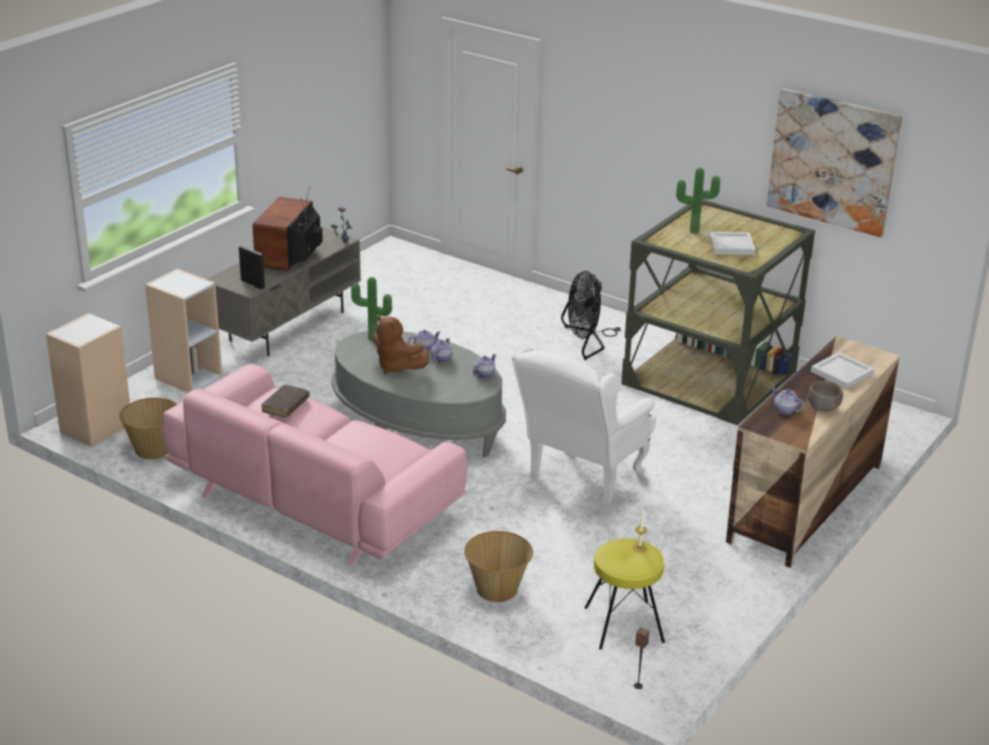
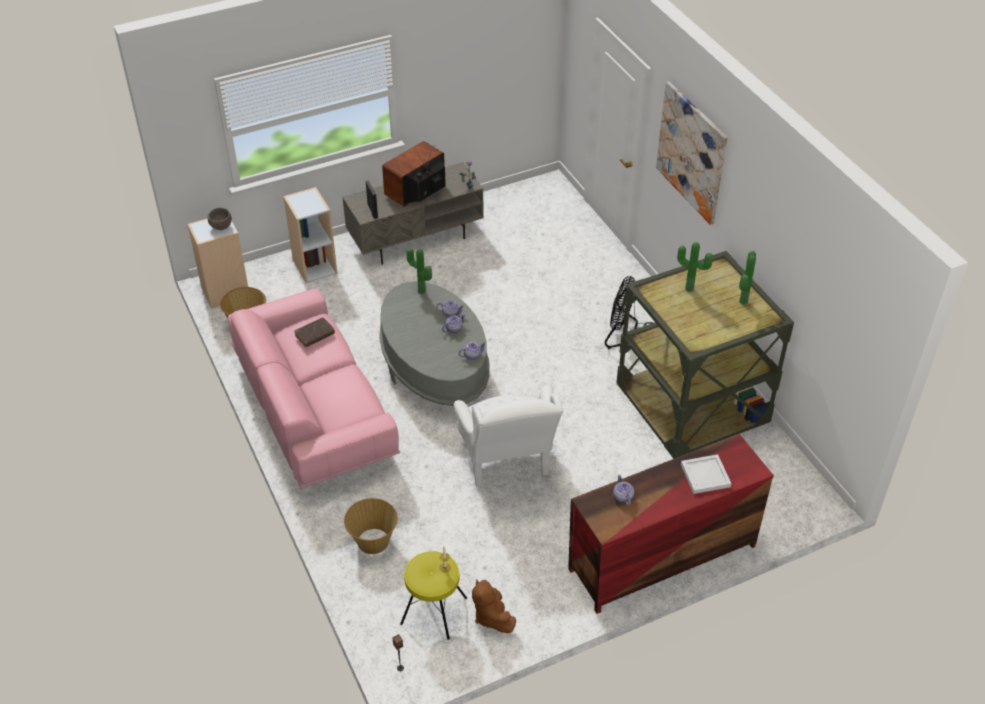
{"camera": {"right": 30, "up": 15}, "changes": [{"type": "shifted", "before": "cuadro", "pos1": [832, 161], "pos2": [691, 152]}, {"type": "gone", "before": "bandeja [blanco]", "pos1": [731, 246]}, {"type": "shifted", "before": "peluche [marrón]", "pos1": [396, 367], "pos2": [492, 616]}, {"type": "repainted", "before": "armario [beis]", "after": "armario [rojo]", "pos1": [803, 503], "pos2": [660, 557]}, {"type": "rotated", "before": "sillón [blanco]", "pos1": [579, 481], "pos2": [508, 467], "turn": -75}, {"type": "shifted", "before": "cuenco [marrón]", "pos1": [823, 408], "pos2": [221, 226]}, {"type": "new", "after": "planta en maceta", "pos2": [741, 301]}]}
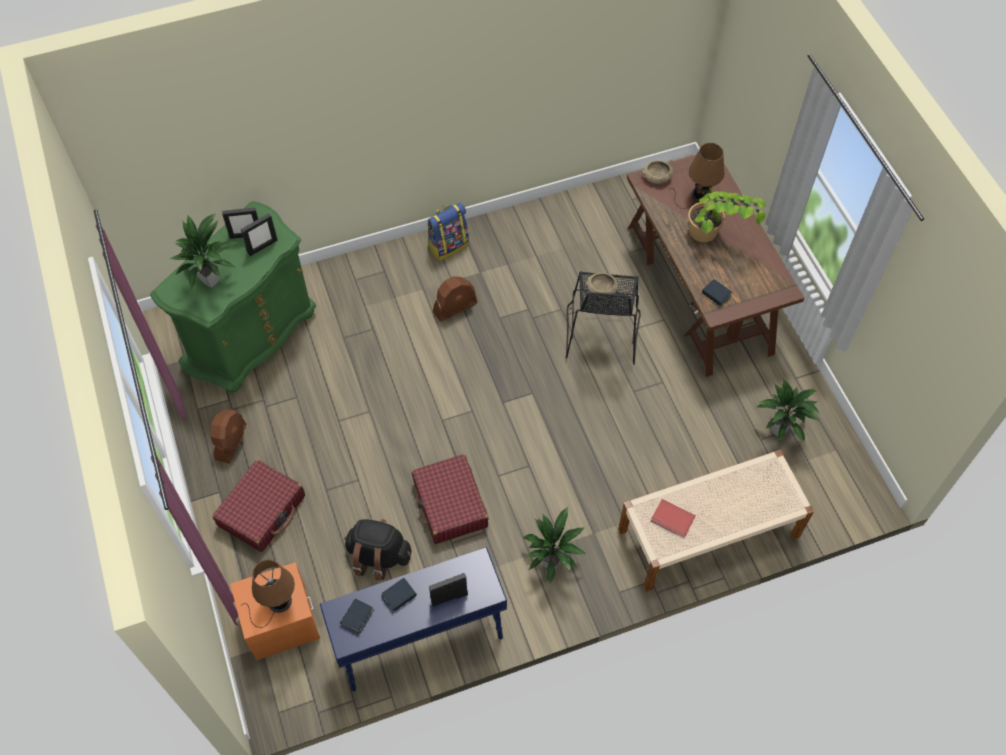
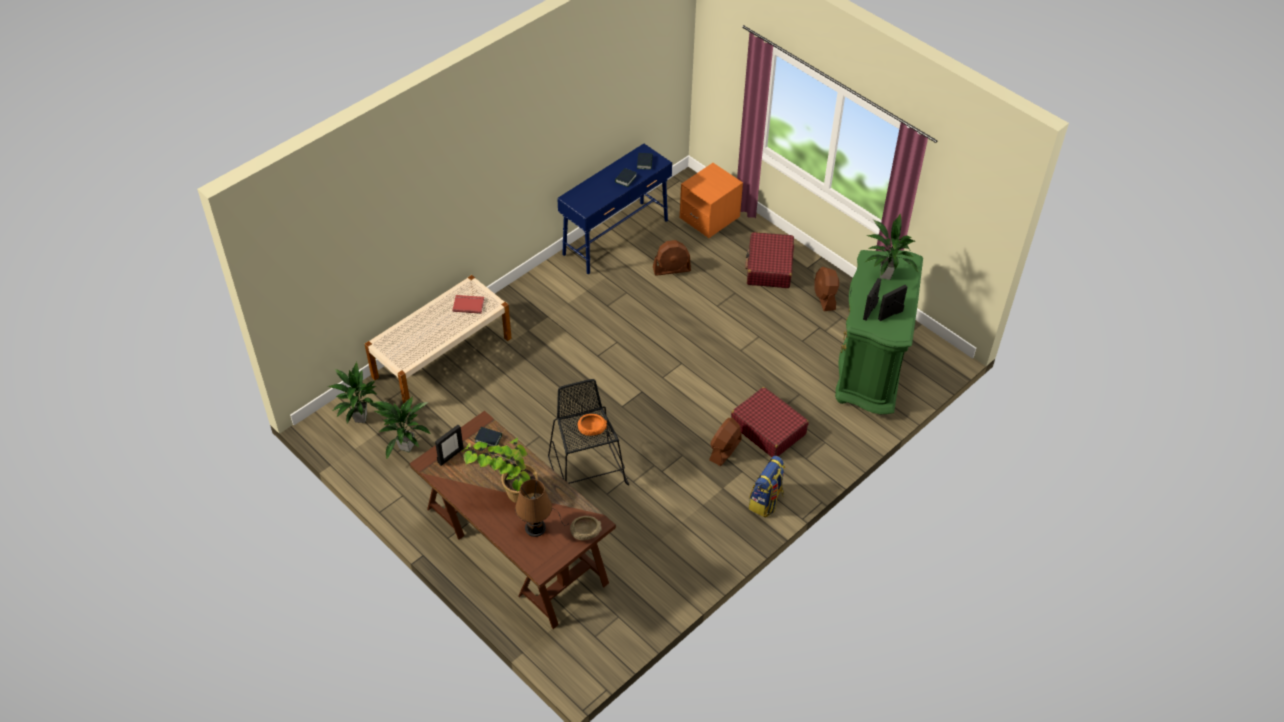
{"camera": {"right": 155, "up": -10}, "changes": [{"type": "repainted", "before": "cuenco [beis]", "after": "cuenco [naranja]", "pos1": [601, 289], "pos2": [591, 429]}, {"type": "shifted", "before": "maleta [rojo]", "pos1": [450, 505], "pos2": [768, 429]}, {"type": "shifted", "before": "planta en maceta", "pos1": [553, 564], "pos2": [360, 419]}, {"type": "swapped", "before": "mochila [negro]", "after": "ventilador [marrón]", "pos1": [378, 556], "pos2": [671, 269]}, {"type": "gone", "before": "lámpara de mesa [marrón]", "pos1": [277, 603]}, {"type": "shifted", "before": "portarretratos", "pos1": [449, 598], "pos2": [450, 455]}]}
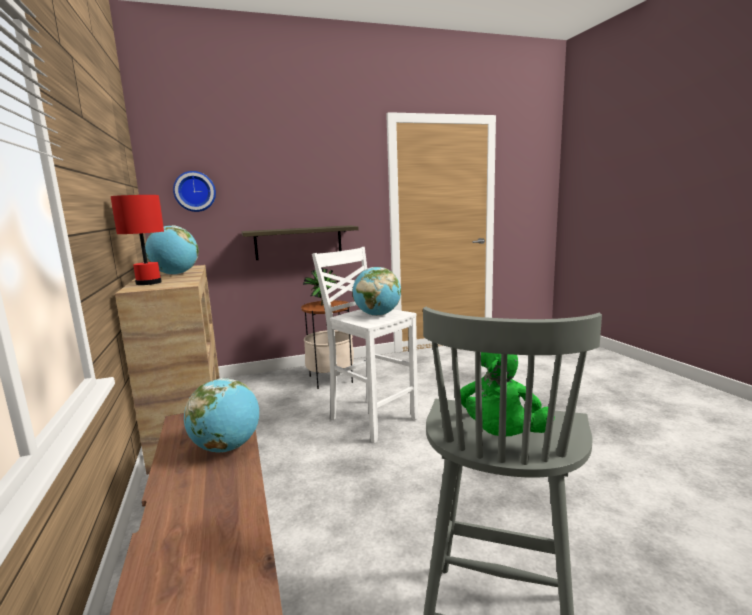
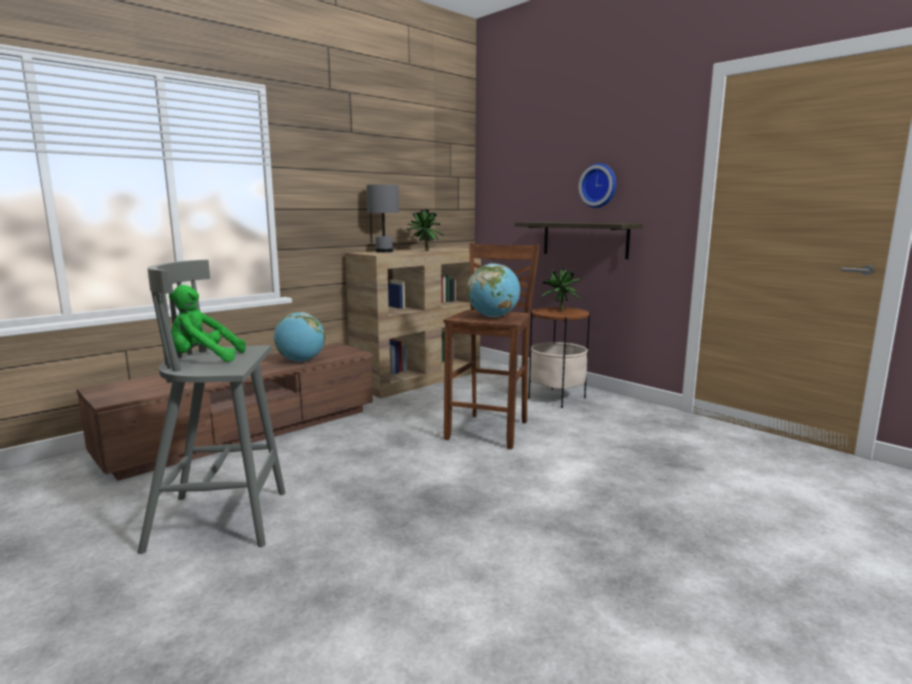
{"camera": {"right": 65, "up": 0}, "changes": [{"type": "shifted", "before": "reloj de pared", "pos1": [195, 191], "pos2": [599, 185]}, {"type": "repainted", "before": "lámpara de mesa [rojo]", "after": "lámpara de mesa [gris]", "pos1": [148, 283], "pos2": [383, 251]}, {"type": "swapped", "before": "globo terráqueo", "after": "planta en maceta", "pos1": [175, 274], "pos2": [424, 250]}, {"type": "repainted", "before": "taburete [blanco]", "after": "taburete [marrón]", "pos1": [371, 418], "pos2": [490, 430]}]}
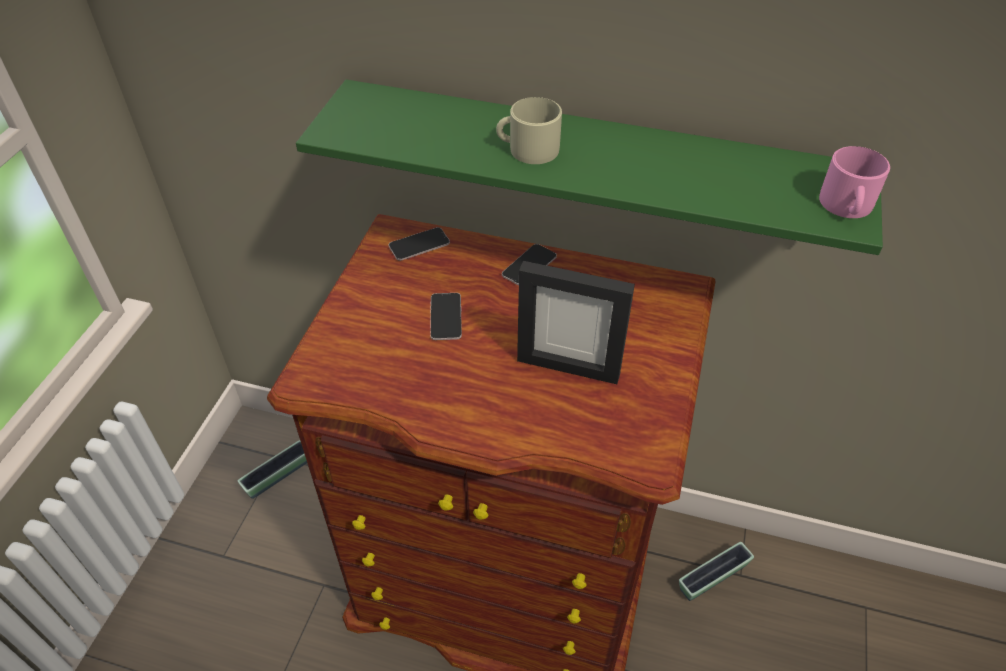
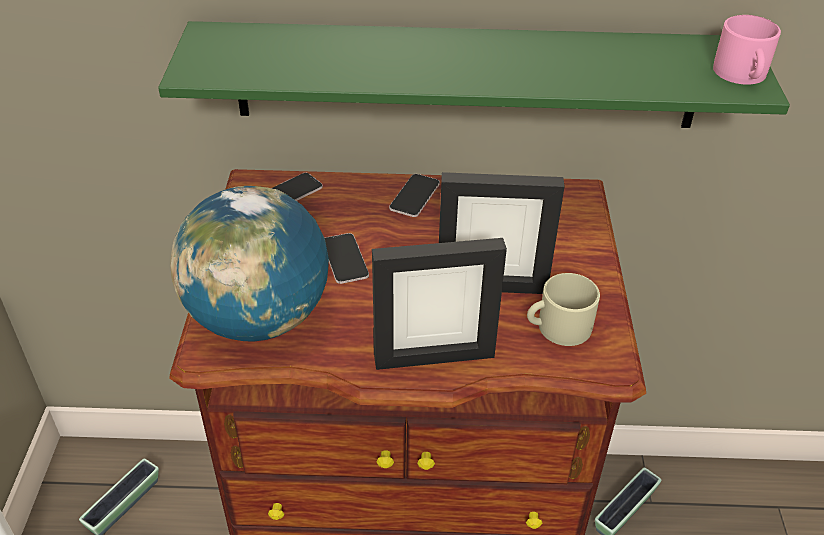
{"camera": {"right": -15, "up": -5}, "changes": [{"type": "shifted", "before": "taza grande [beis]", "pos1": [527, 149], "pos2": [558, 327]}, {"type": "new", "after": "globo terráqueo", "pos2": [259, 318]}, {"type": "new", "after": "portarretratos", "pos2": [434, 355]}]}
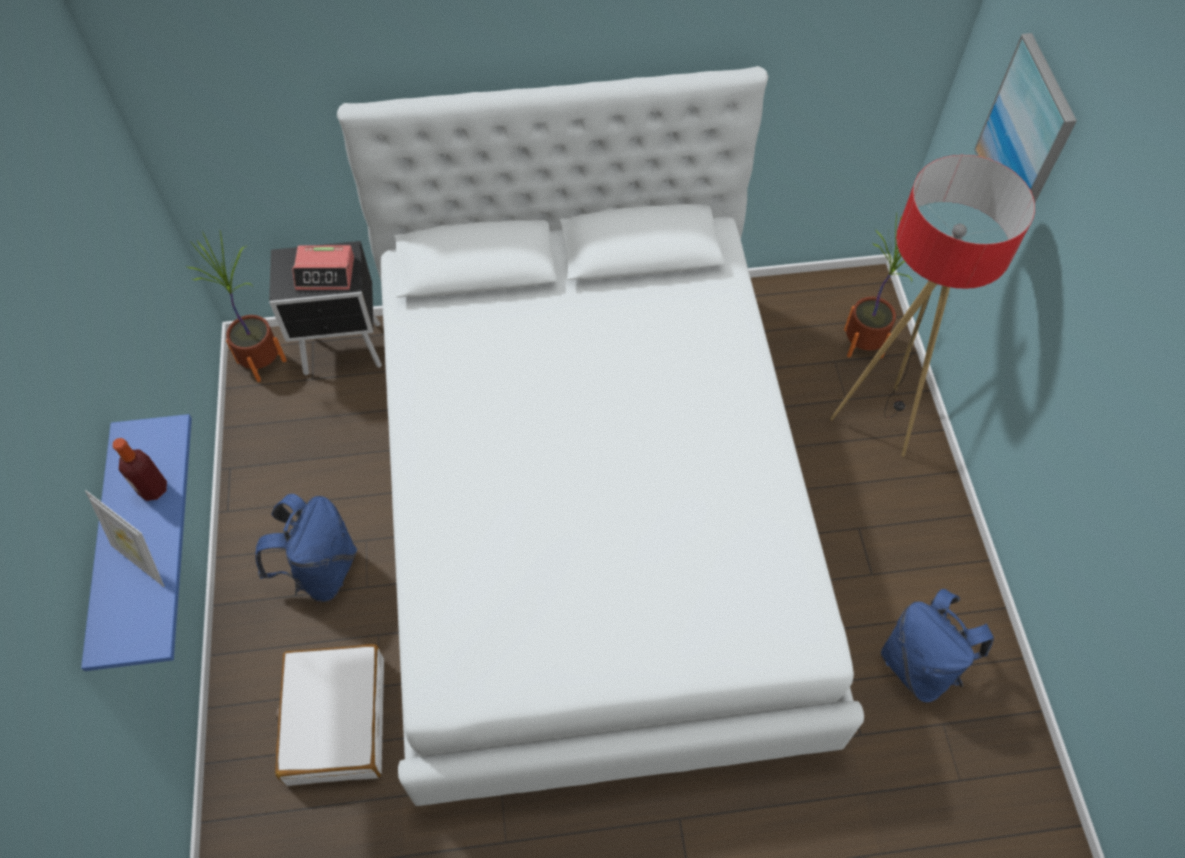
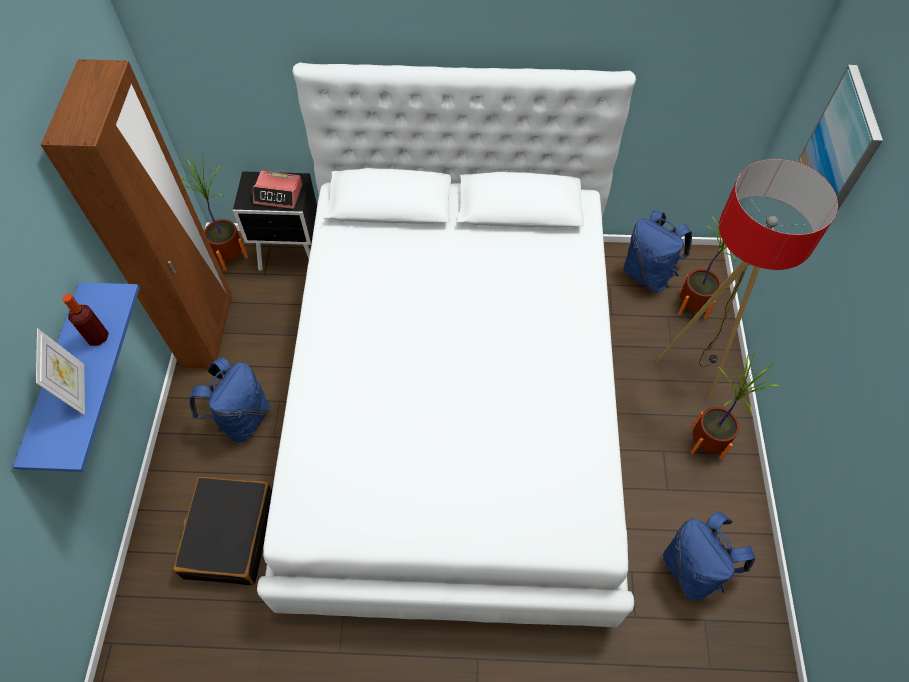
{"camera": {"right": 10, "up": 0}, "changes": [{"type": "rotated", "before": "portarretratos", "pos1": [143, 560], "pos2": [78, 390], "turn": -150}, {"type": "repainted", "before": "maleta [blanco]", "after": "maleta [negro]", "pos1": [335, 720], "pos2": [229, 535]}, {"type": "new", "after": "armario ropero [marrón]", "pos2": [208, 332]}, {"type": "new", "after": "mochila [azul]", "pos2": [648, 274]}, {"type": "new", "after": "planta en maceta", "pos2": [706, 442]}]}
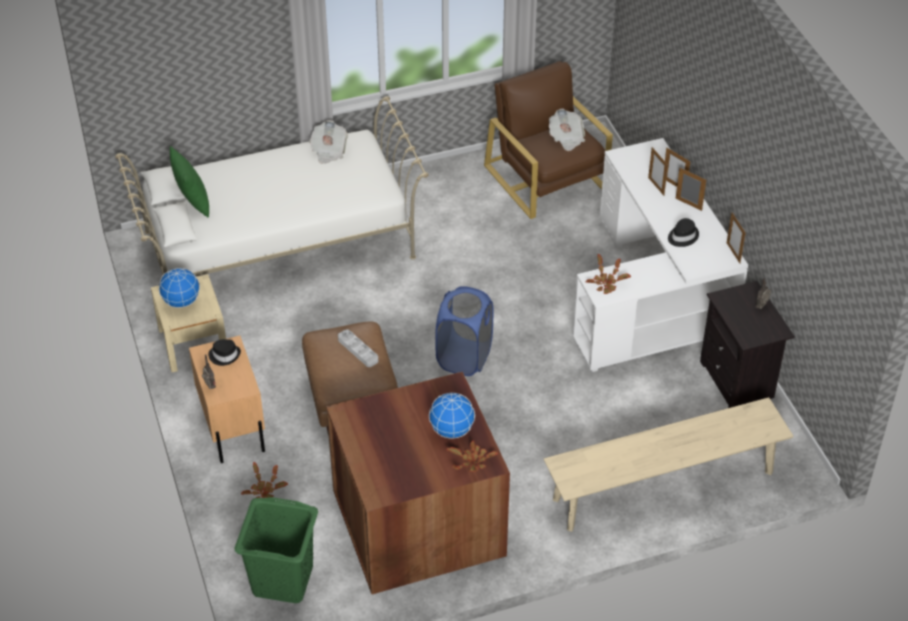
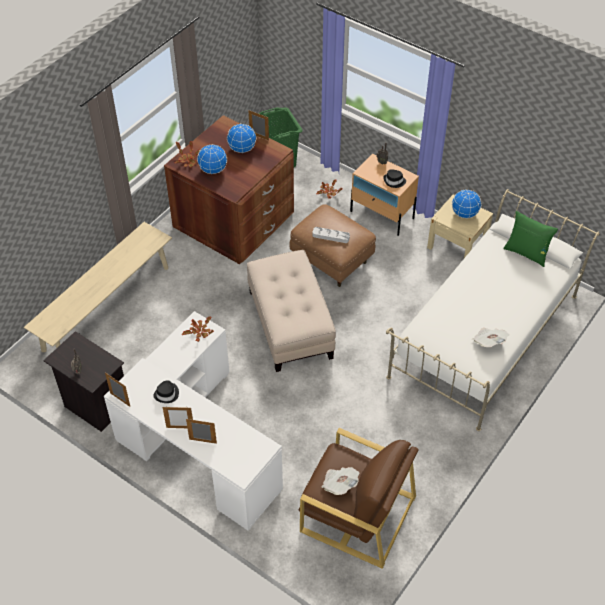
{"camera": {"right": 145, "up": 5}, "changes": [{"type": "shifted", "before": "portarretratos", "pos1": [656, 186], "pos2": [259, 136]}, {"type": "swapped", "before": "cesto de la ropa [azul]", "after": "puf [beis]", "pos1": [464, 357], "pos2": [289, 324]}, {"type": "new", "after": "globo terráqueo", "pos2": [242, 149]}]}
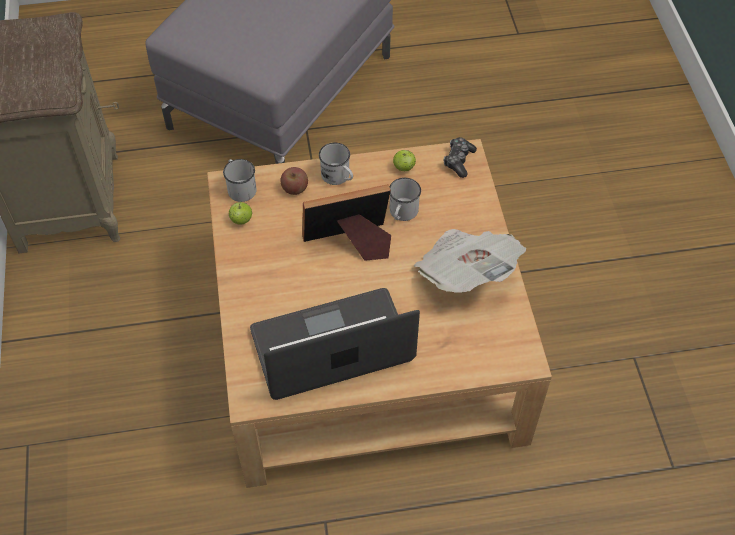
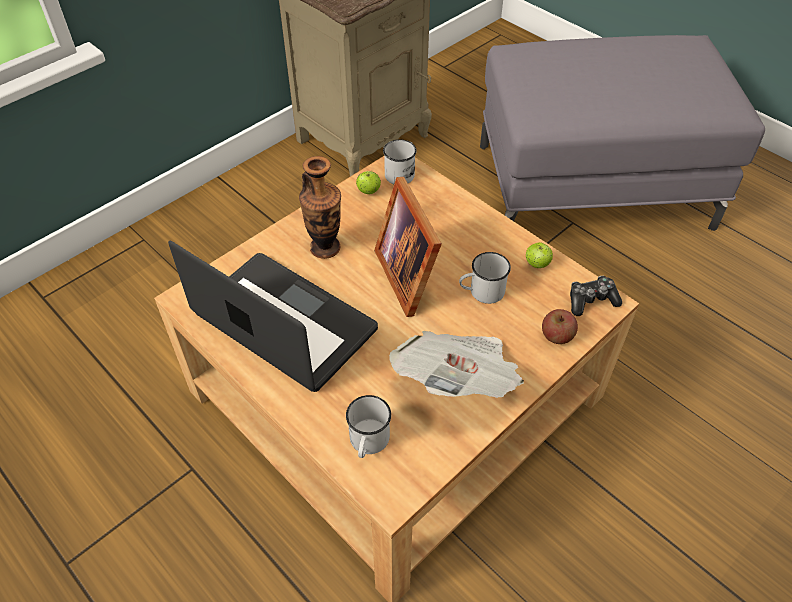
{"camera": {"right": 55, "up": -5}, "changes": [{"type": "shifted", "before": "taza grande [blanco]", "pos1": [338, 177], "pos2": [368, 443]}, {"type": "shifted", "before": "manzana", "pos1": [295, 188], "pos2": [557, 336]}, {"type": "rotated", "before": "portarretratos", "pos1": [351, 243], "pos2": [411, 274], "turn": -150}, {"type": "new", "after": "florero", "pos2": [325, 248]}]}
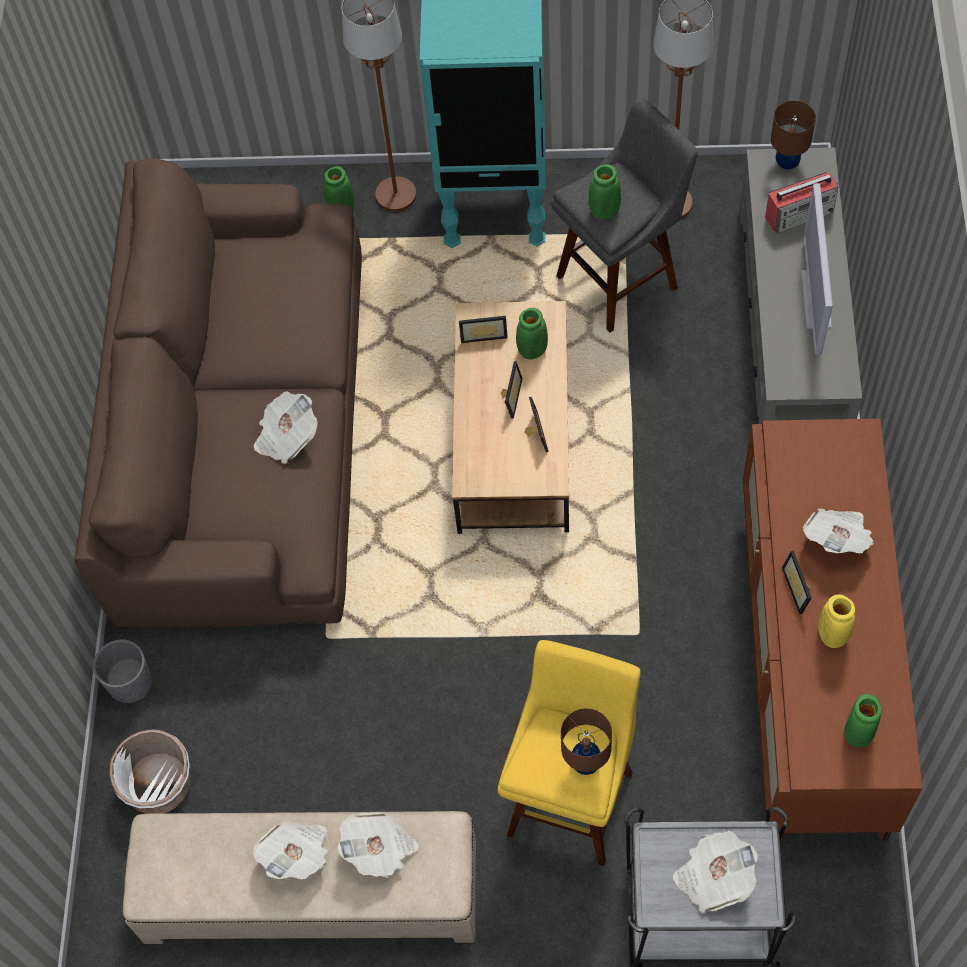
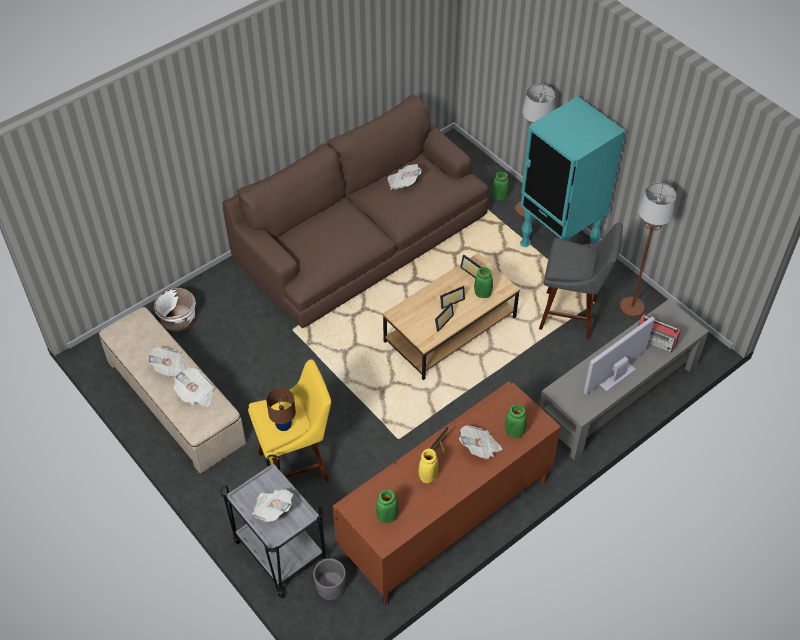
{"camera": {"right": 45, "up": -10}, "changes": [{"type": "gone", "before": "lámpara de mesa [marrón]", "pos1": [786, 162]}, {"type": "shifted", "before": "florero [verde]", "pos1": [604, 211], "pos2": [514, 432]}, {"type": "shifted", "before": "periódico", "pos1": [286, 437], "pos2": [403, 183]}, {"type": "shifted", "before": "maceta [gris]", "pos1": [130, 683], "pos2": [330, 587]}]}
